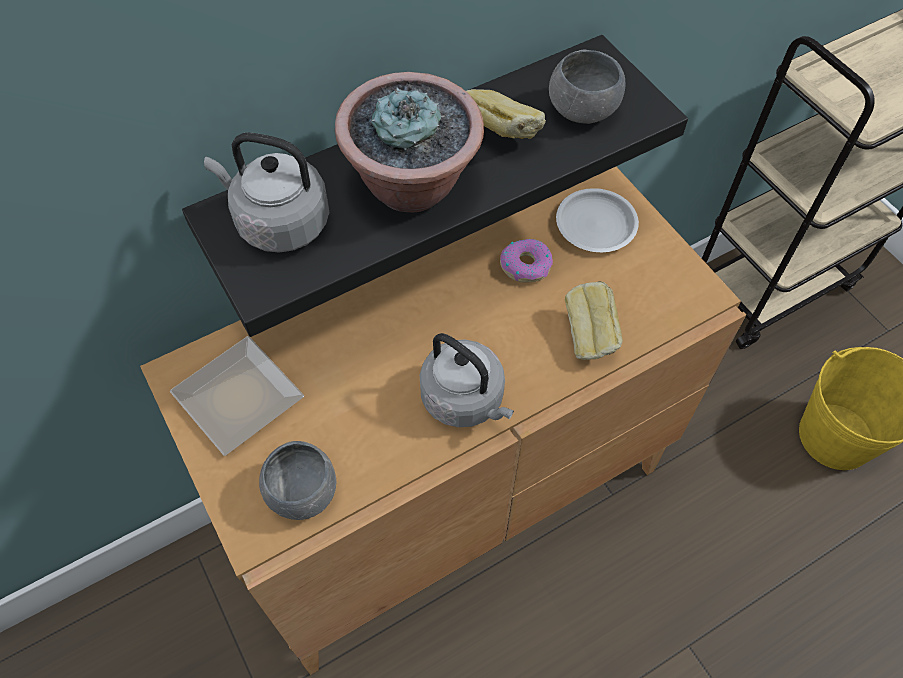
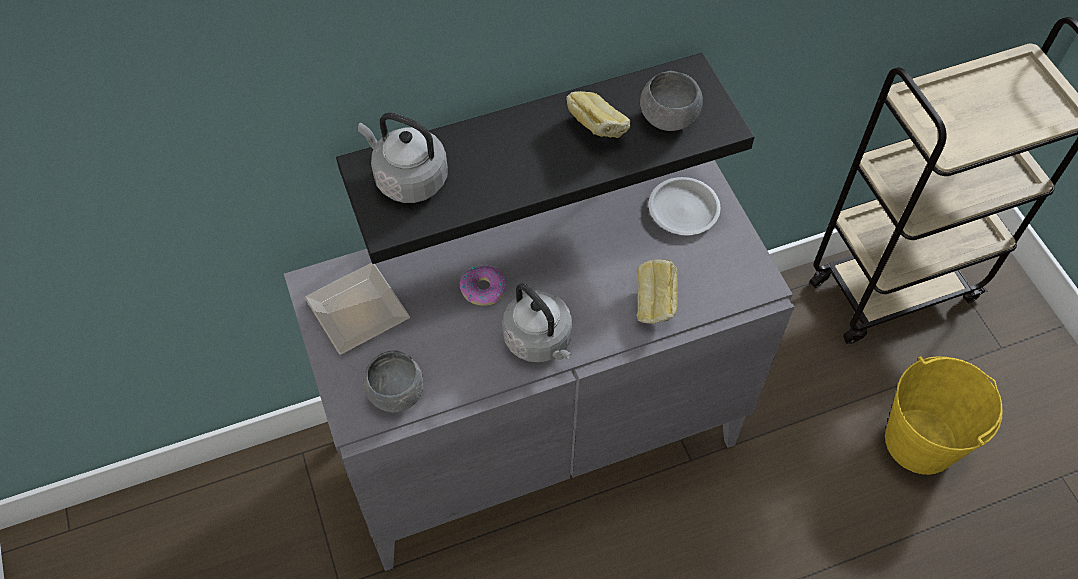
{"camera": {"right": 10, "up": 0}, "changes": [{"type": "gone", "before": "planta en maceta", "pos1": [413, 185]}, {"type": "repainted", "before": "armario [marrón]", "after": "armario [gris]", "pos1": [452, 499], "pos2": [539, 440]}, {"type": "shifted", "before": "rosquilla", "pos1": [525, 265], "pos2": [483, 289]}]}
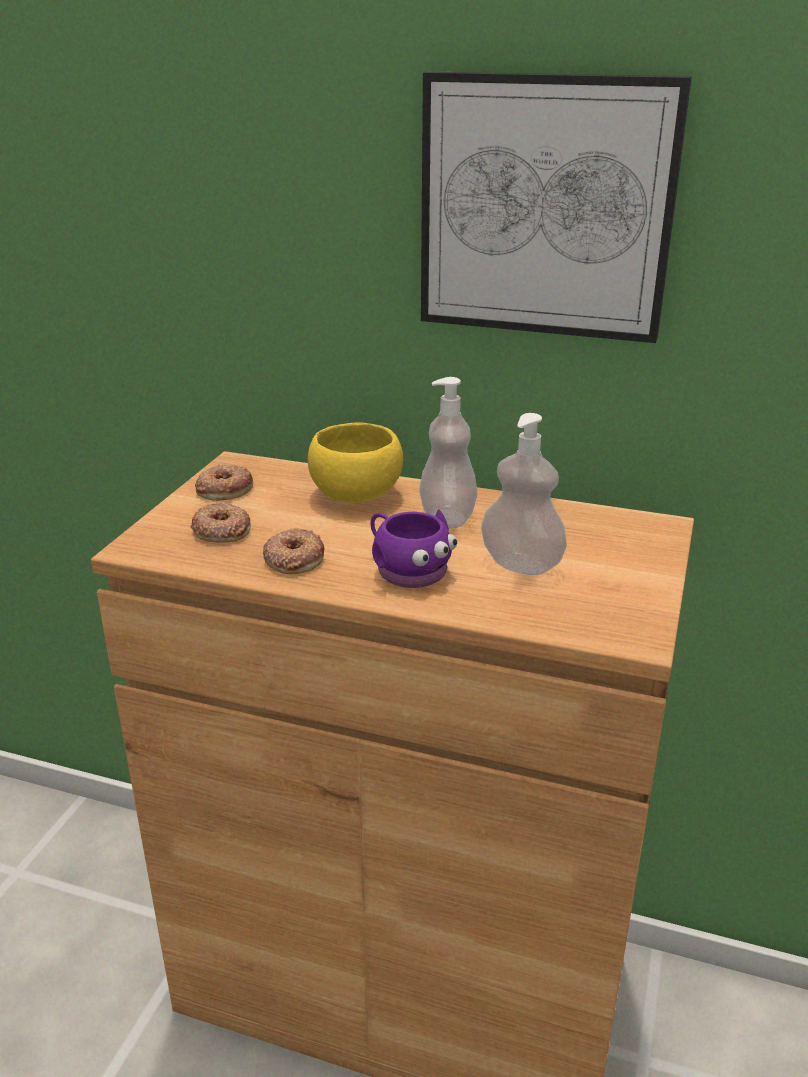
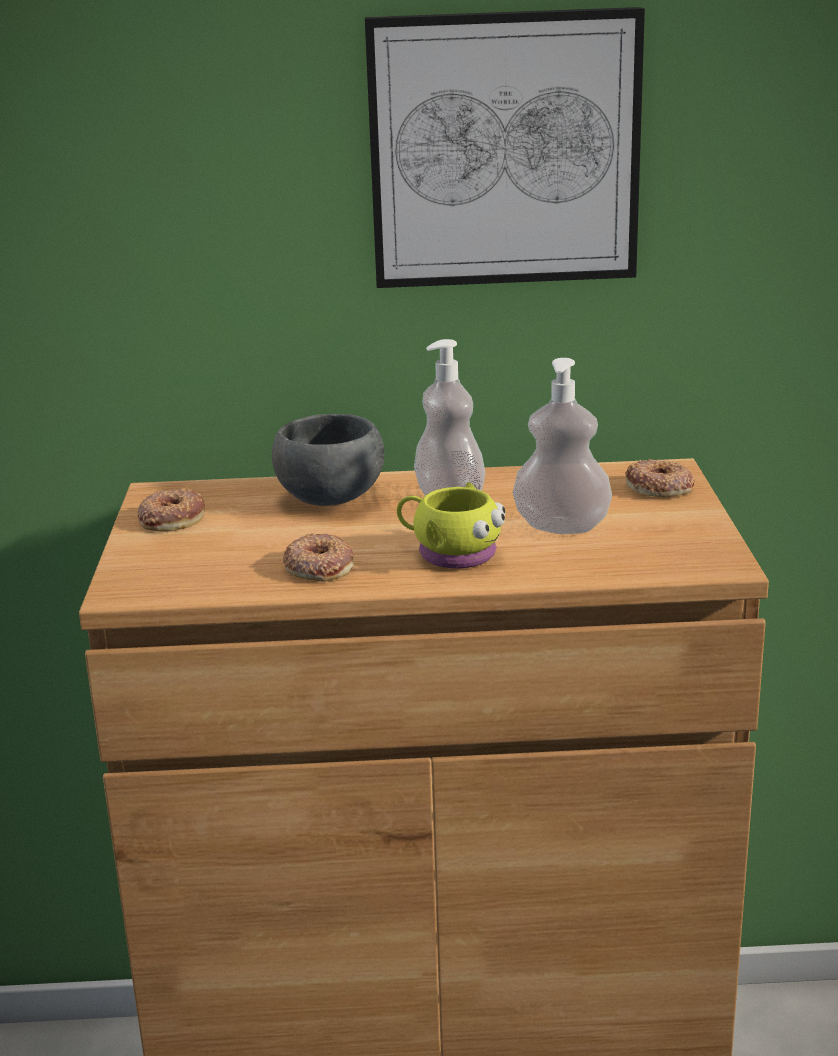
{"camera": {"right": -20, "up": -5}, "changes": [{"type": "repainted", "before": "cuenco [amarillo]", "after": "cuenco [gris]", "pos1": [357, 494], "pos2": [331, 496]}, {"type": "shifted", "before": "rosquilla", "pos1": [221, 530], "pos2": [659, 487]}, {"type": "repainted", "before": "taza grande [morado]", "after": "taza grande [amarillo]", "pos1": [407, 569], "pos2": [450, 553]}]}
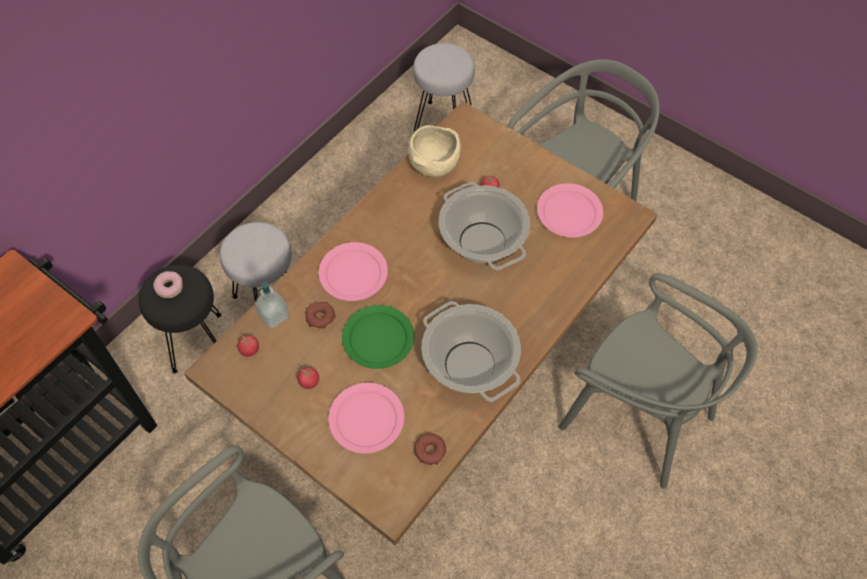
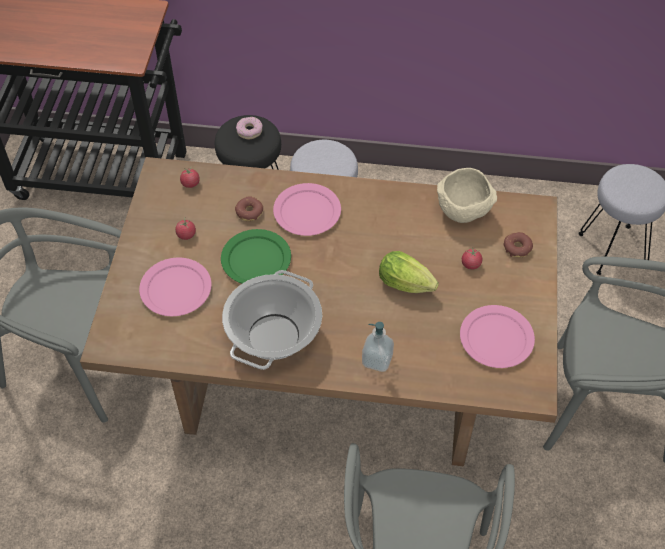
{"camera": {"right": 60, "up": -5}, "changes": [{"type": "swapped", "before": "olla", "after": "lechuga", "pos1": [481, 241], "pos2": [408, 285]}, {"type": "shifted", "before": "dispensador de jabón", "pos1": [274, 316], "pos2": [377, 360]}, {"type": "shifted", "before": "rosquilla", "pos1": [430, 451], "pos2": [517, 248]}]}
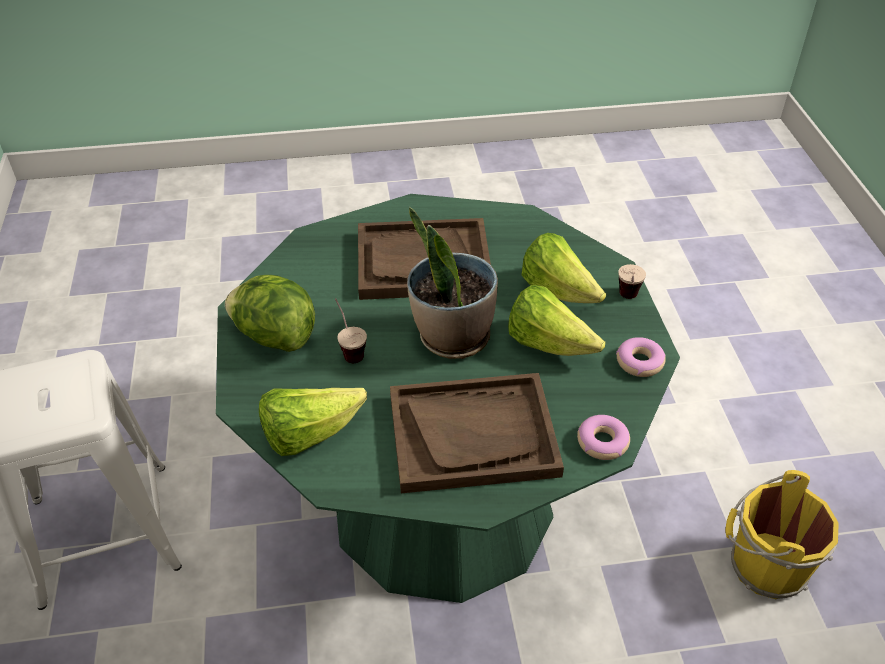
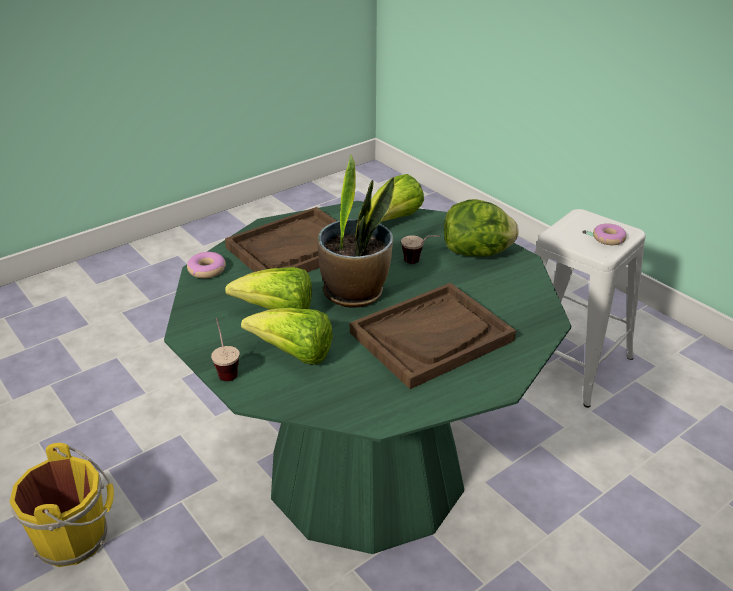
{"camera": {"right": 150, "up": -10}, "changes": [{"type": "shifted", "before": "rosquilla", "pos1": [639, 362], "pos2": [608, 239]}]}
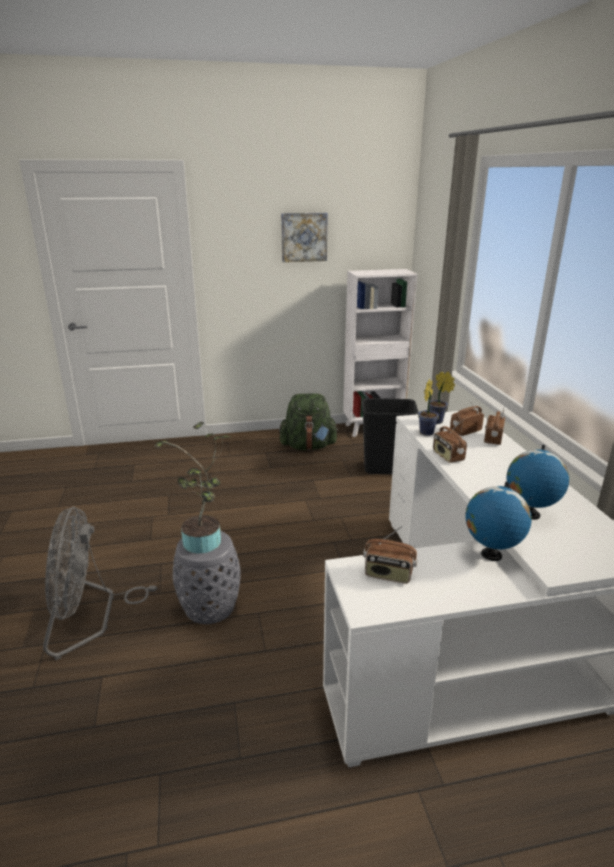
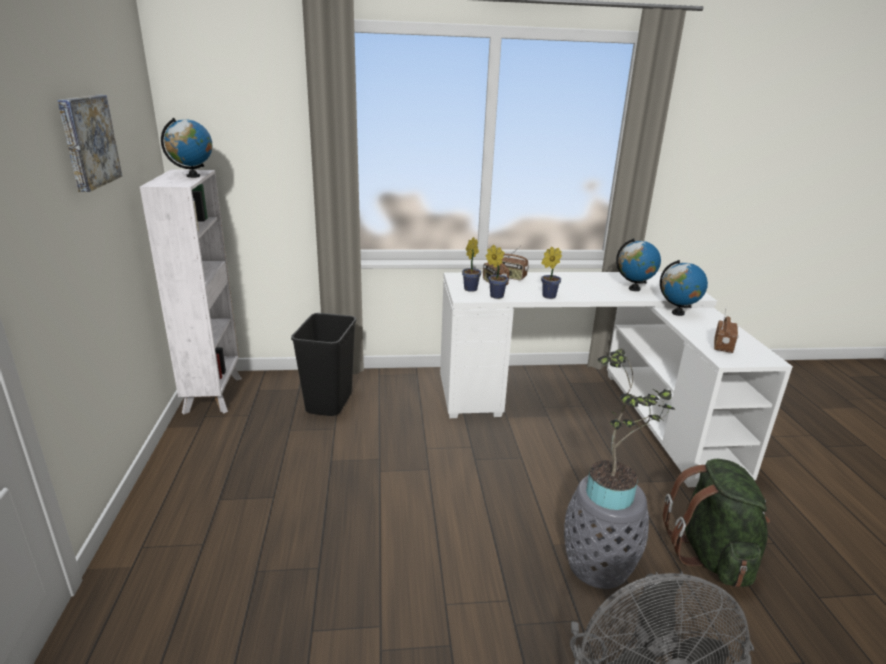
{"camera": {"right": -85, "up": 0}, "changes": [{"type": "shifted", "before": "mochila [verde]", "pos1": [308, 446], "pos2": [711, 554]}, {"type": "swapped", "before": "radio", "after": "planta en maceta", "pos1": [447, 456], "pos2": [547, 296]}, {"type": "new", "after": "globo terráqueo", "pos2": [193, 176]}]}
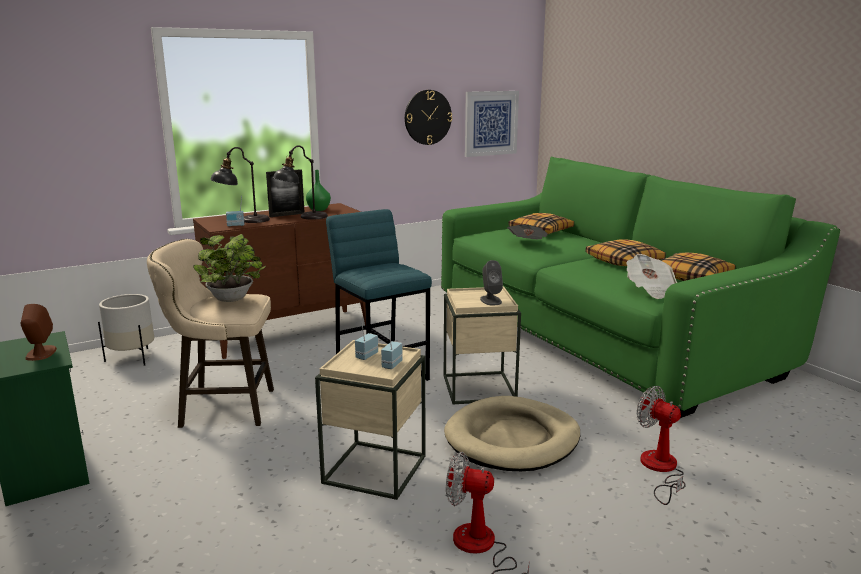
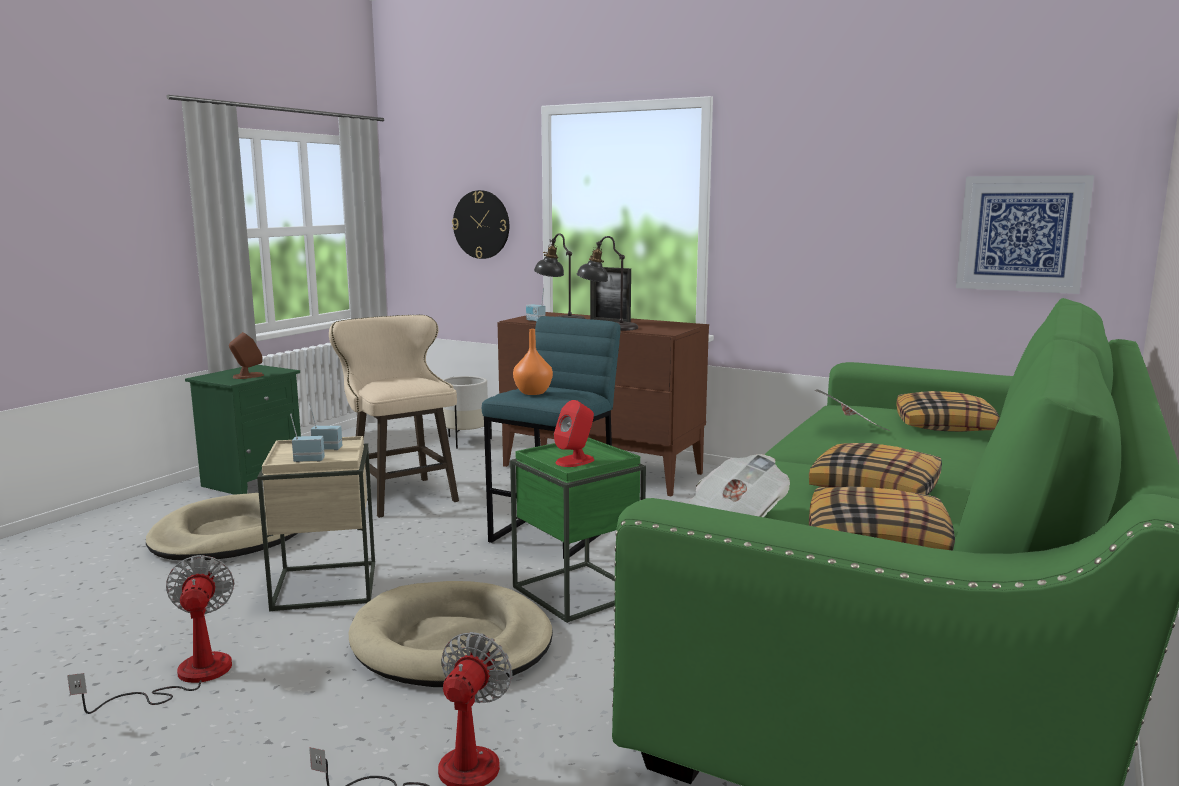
{"camera": {"right": 60, "up": -5}, "changes": [{"type": "shifted", "before": "reloj de pared", "pos1": [427, 117], "pos2": [481, 224]}, {"type": "gone", "before": "florero [verde]", "pos1": [319, 209]}, {"type": "gone", "before": "planta en maceta", "pos1": [233, 300]}, {"type": "repainted", "before": "altavoz [gris]", "after": "altavoz [rojo]", "pos1": [490, 300], "pos2": [575, 461]}, {"type": "repainted", "before": "mesa auxiliar [beis]", "after": "mesa auxiliar [verde]", "pos1": [479, 388], "pos2": [578, 591]}, {"type": "new", "after": "florero [naranja]", "pos2": [534, 392]}, {"type": "new", "after": "cama para perro [beis]", "pos2": [232, 534]}]}
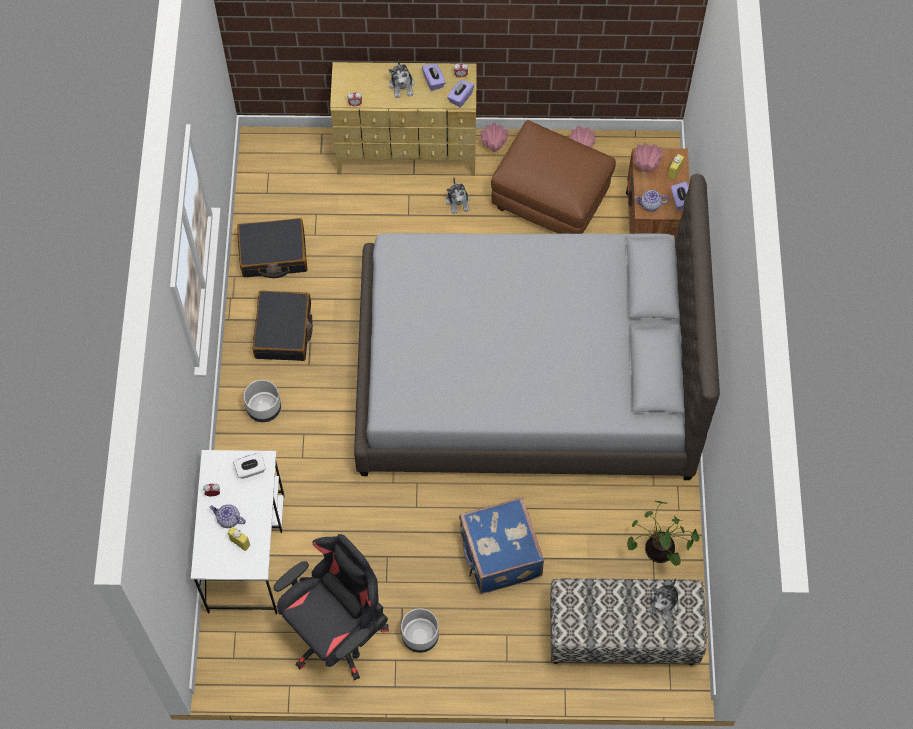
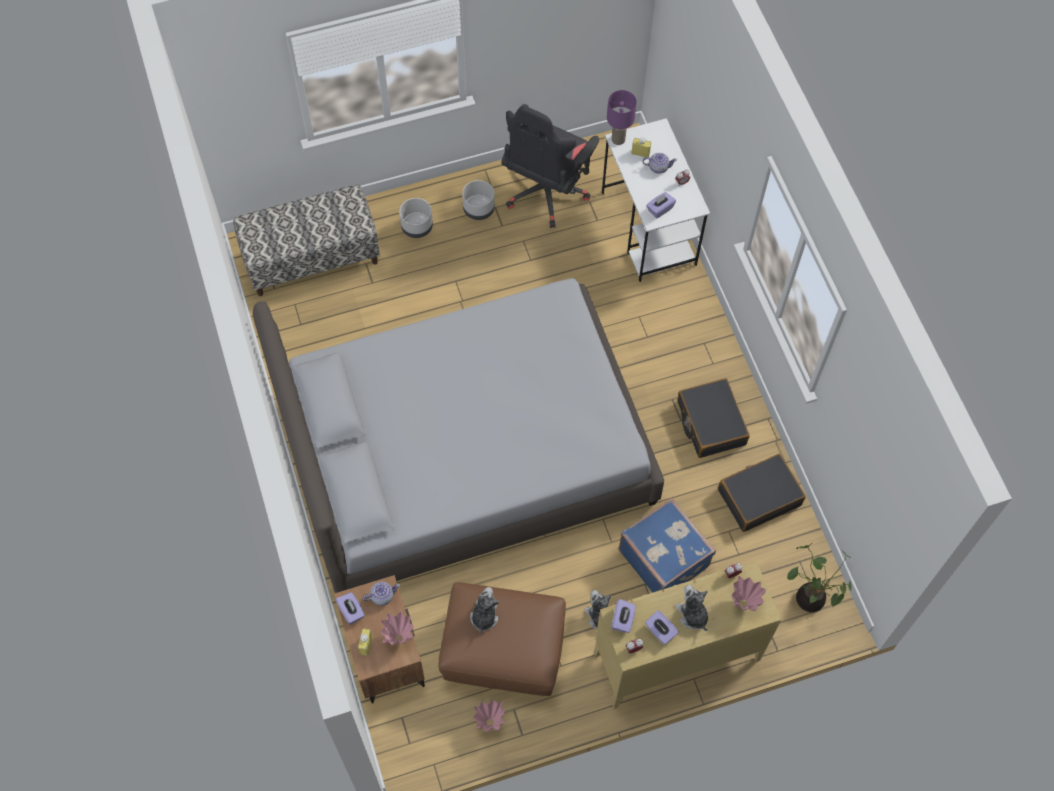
{"camera": {"right": 160, "up": 0}, "changes": [{"type": "shifted", "before": "florero [rosa]", "pos1": [494, 148], "pos2": [743, 603]}, {"type": "shifted", "before": "maceta [gris]", "pos1": [264, 408], "pos2": [417, 227]}, {"type": "repainted", "before": "caja de pañuelos [blanco]", "after": "caja de pañuelos [morado]", "pos1": [251, 470], "pos2": [660, 209]}, {"type": "shifted", "before": "maleta [azul]", "pos1": [499, 556], "pos2": [664, 557]}, {"type": "shifted", "before": "planta en maceta", "pos1": [657, 551], "pos2": [811, 596]}, {"type": "shifted", "before": "peluche", "pos1": [664, 603], "pos2": [484, 616]}, {"type": "new", "after": "lámpara de mesa [morado]", "pos2": [618, 139]}]}
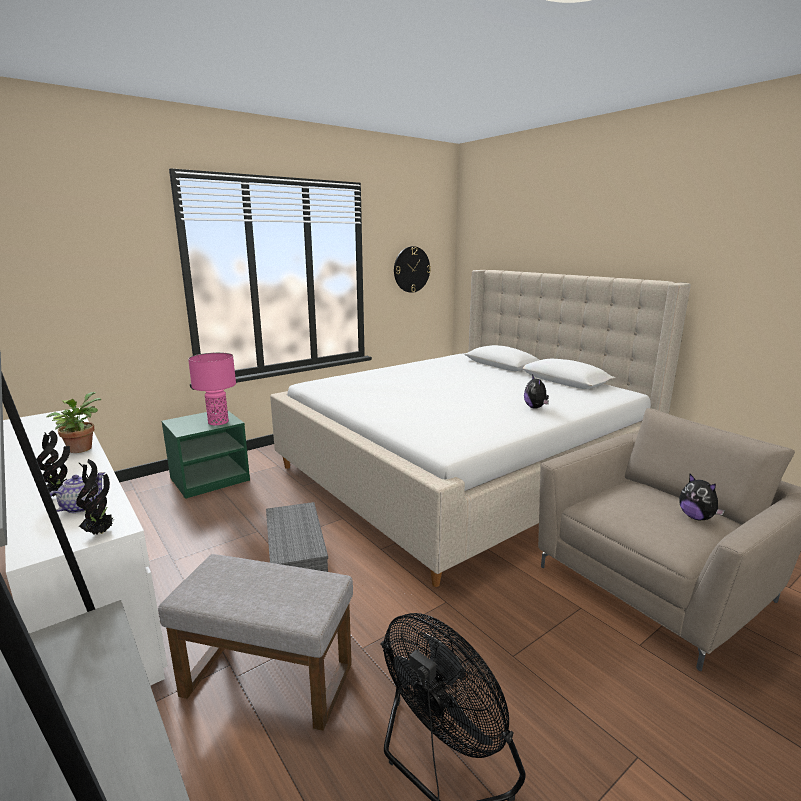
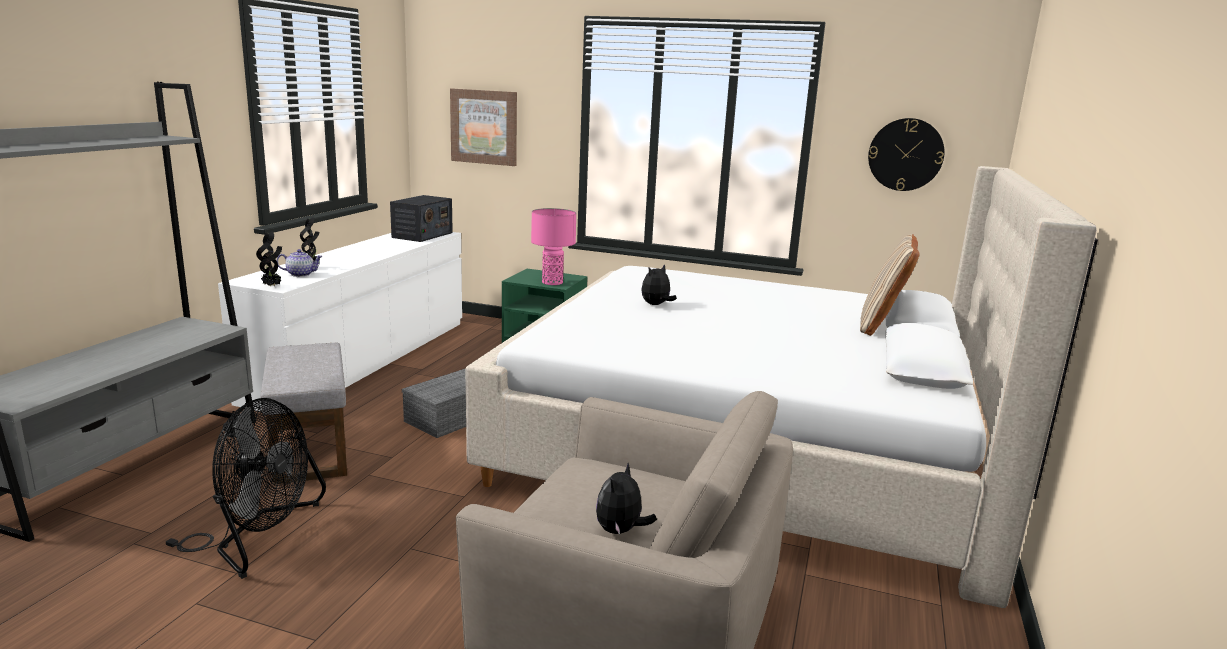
{"camera": {"right": 55, "up": 0}, "changes": [{"type": "shifted", "before": "peluche", "pos1": [535, 407], "pos2": [656, 305]}, {"type": "gone", "before": "planta en maceta", "pos1": [81, 448]}, {"type": "new", "after": "cuadro", "pos2": [484, 127]}, {"type": "new", "after": "radio", "pos2": [422, 235]}, {"type": "new", "after": "cojín [beis]", "pos2": [882, 325]}]}
